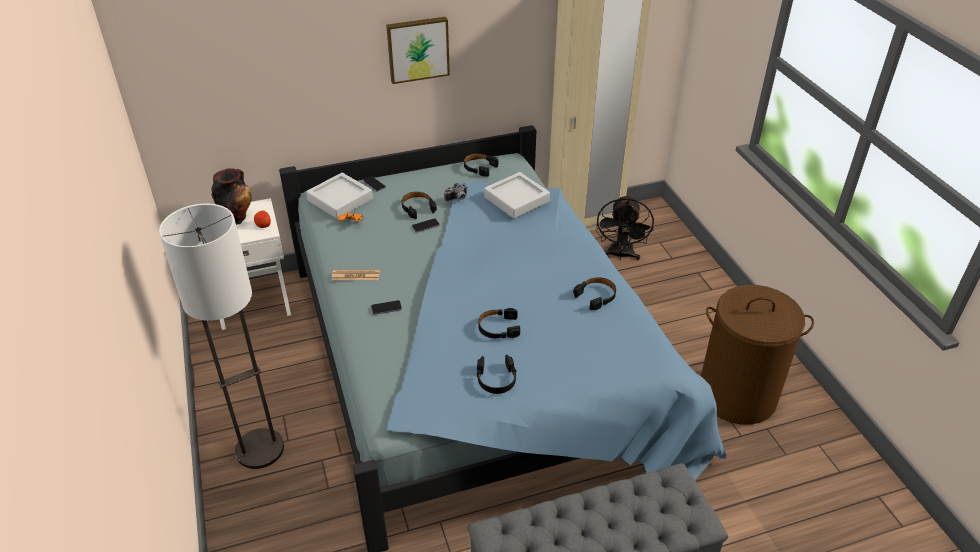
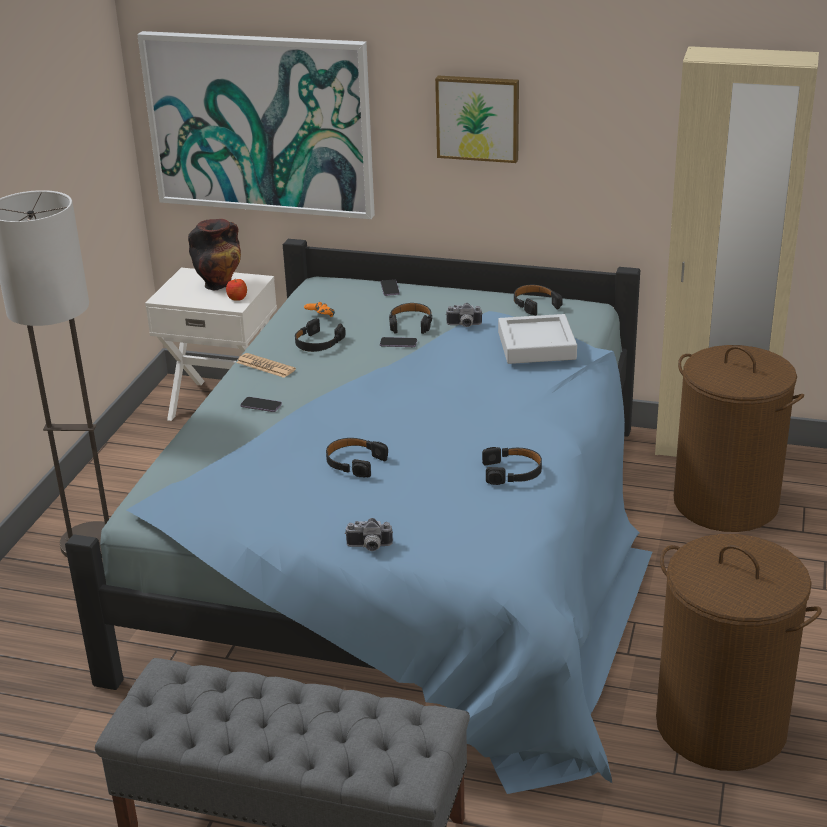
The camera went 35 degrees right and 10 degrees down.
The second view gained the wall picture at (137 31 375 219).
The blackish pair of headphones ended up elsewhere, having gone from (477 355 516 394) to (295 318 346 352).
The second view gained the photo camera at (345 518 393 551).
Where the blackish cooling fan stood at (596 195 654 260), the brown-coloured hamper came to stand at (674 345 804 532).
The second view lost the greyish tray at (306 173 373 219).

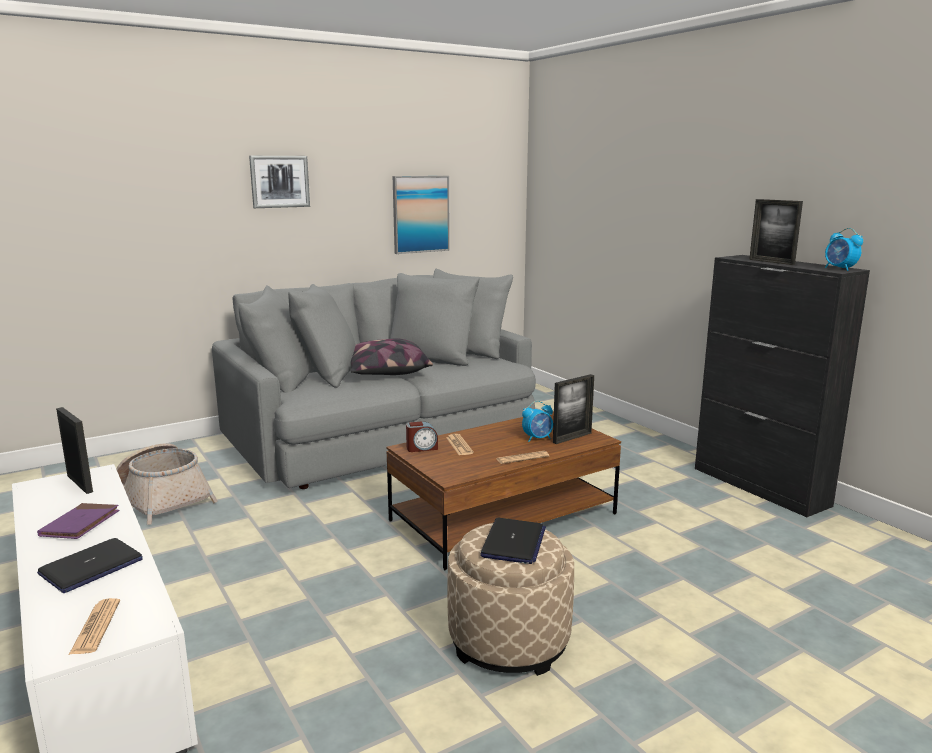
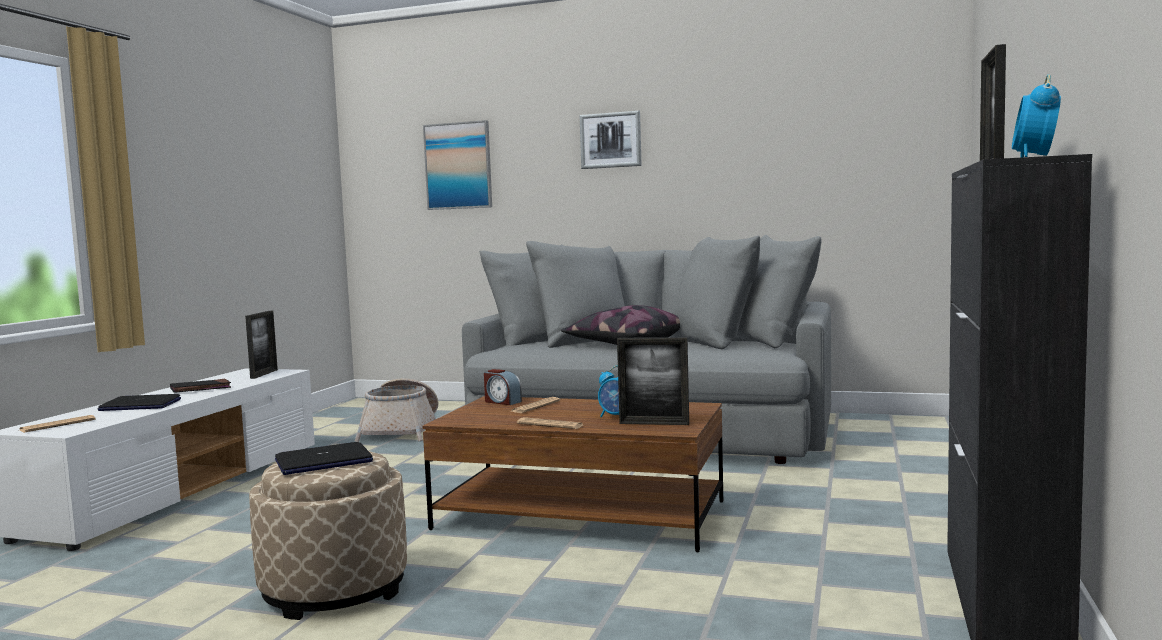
The camera went 50 degrees right and 10 degrees down.
What was the purple-coloured book at (37 503 119 539) turned into the blackish book at (170 379 231 393).
The wall picture ended up elsewhere, having gone from (393 176 450 254) to (423 120 492 210).

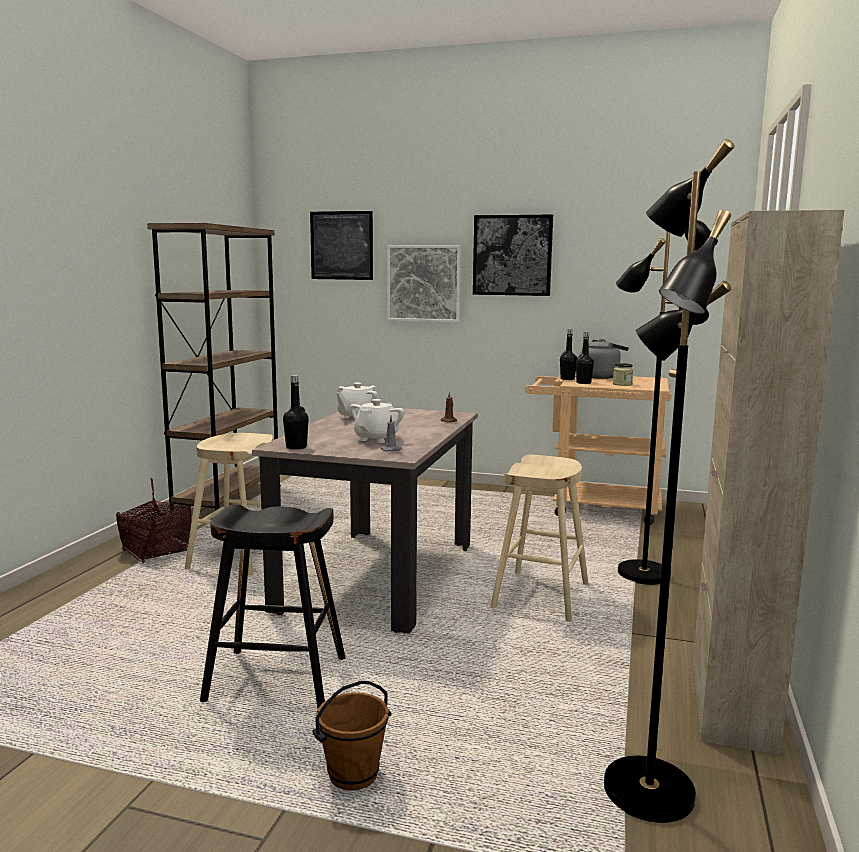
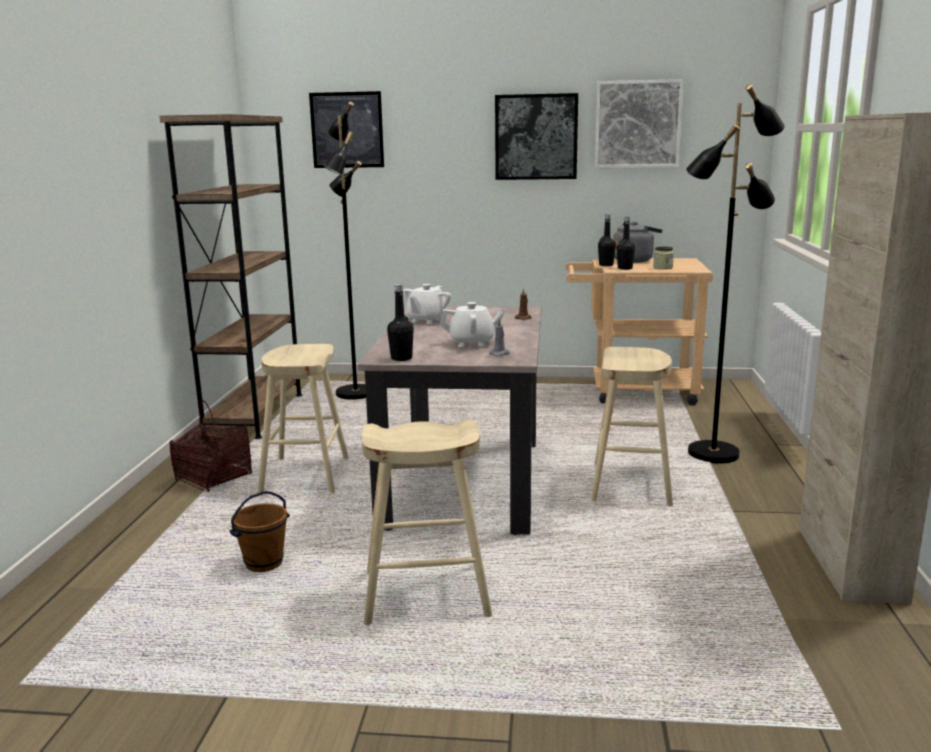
The camera went 10 degrees left and 5 degrees up.
The brown-coloured water bucket ended up elsewhere, having gone from (312 681 392 791) to (229 491 290 572).
The blackish floor lamp ended up elsewhere, having gone from (604 139 735 823) to (324 101 366 400).
What was the blackish stool at (200 504 346 708) turned into the sand-coloured stool at (362 419 492 625).
The whitish pot for tea at (350 399 404 443) ended up facing another way, 75 degrees clockwise from before.
The wall picture ended up elsewhere, having gone from (387 245 461 323) to (595 79 684 168).

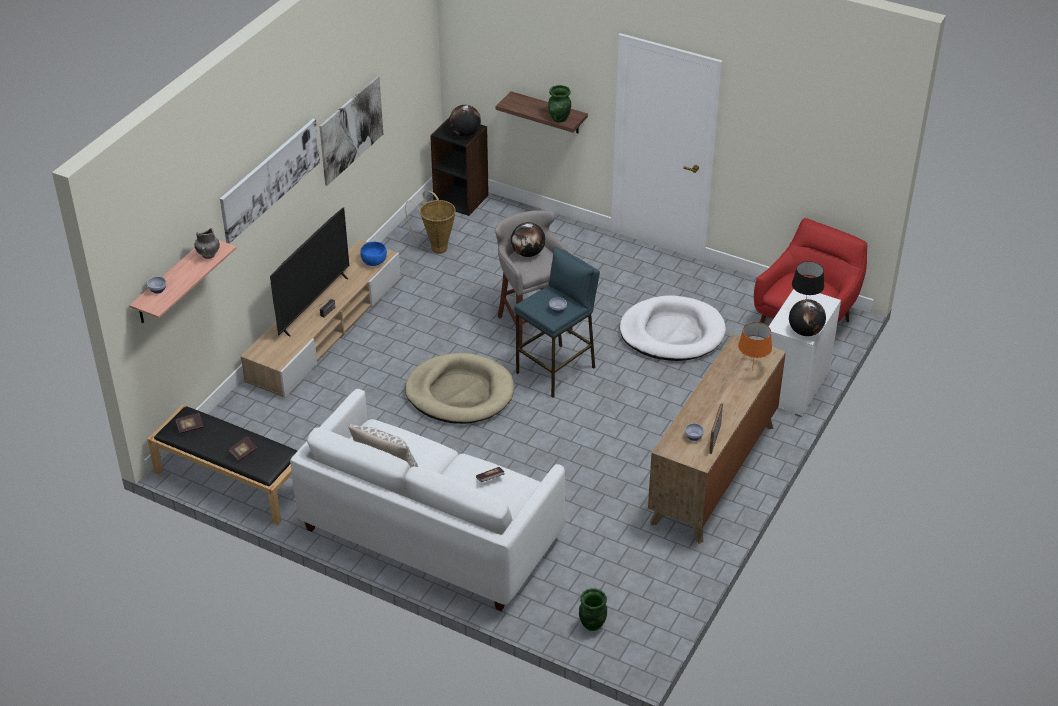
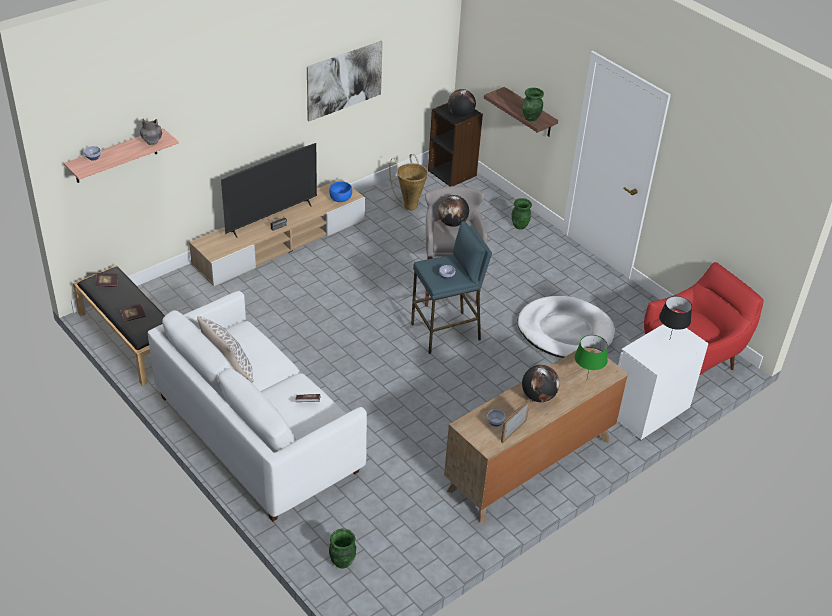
The camera went 20 degrees right and 0 degrees up.
The second view gained the green-coloured decorative vase at (512 198 532 229).
The desk globe ended up elsewhere, having gone from (789 299 826 336) to (522 365 560 402).
What was the orangey tabletop lamp at (738 322 772 370) turned into the green-coloured tabletop lamp at (575 335 608 378).
The second view lost the wall picture at (220 119 320 244).
The second view lost the sand-coloured pet bed at (405 353 514 424).

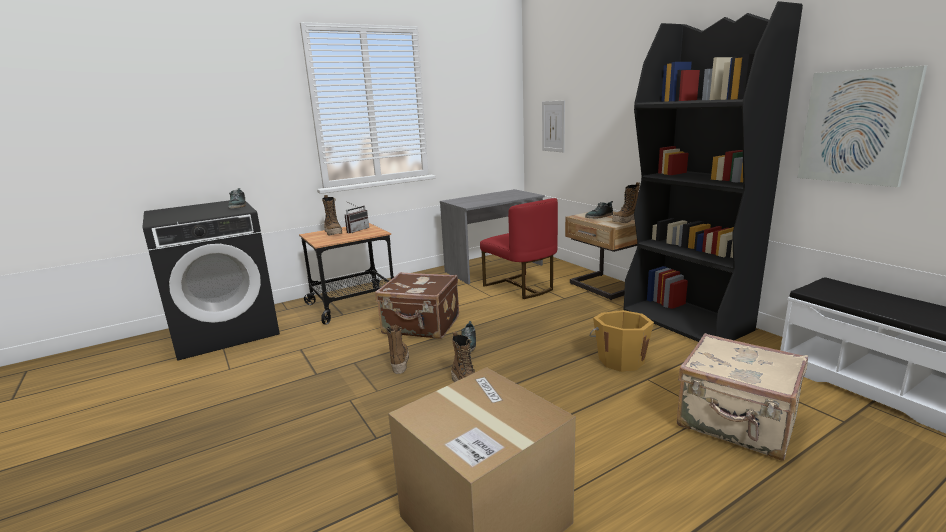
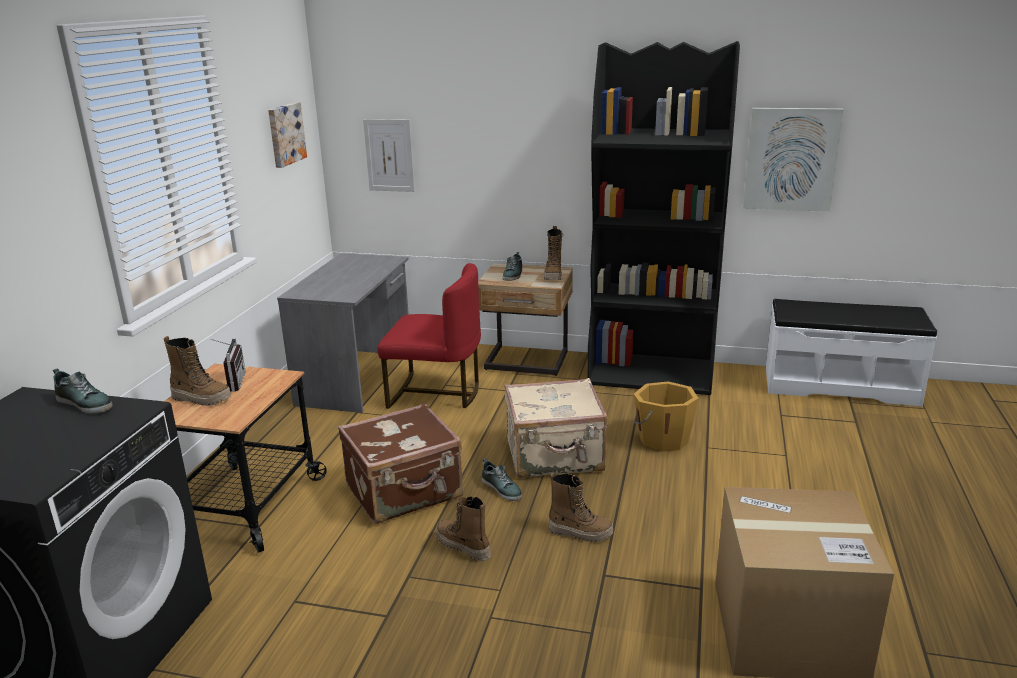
The camera went 45 degrees left and 5 degrees up.
The second view gained the wall picture at (268 102 307 168).
The sand-coloured travel case ended up elsewhere, having gone from (677 333 808 461) to (505 378 608 478).

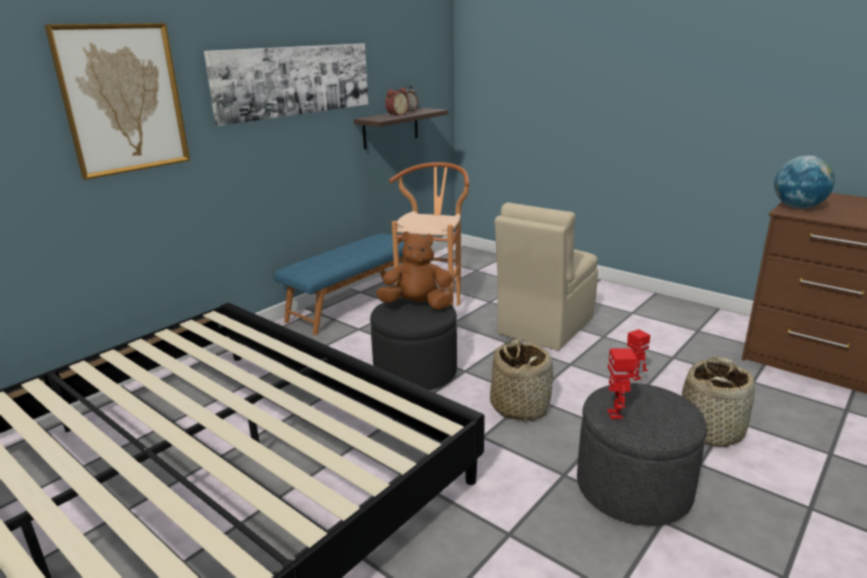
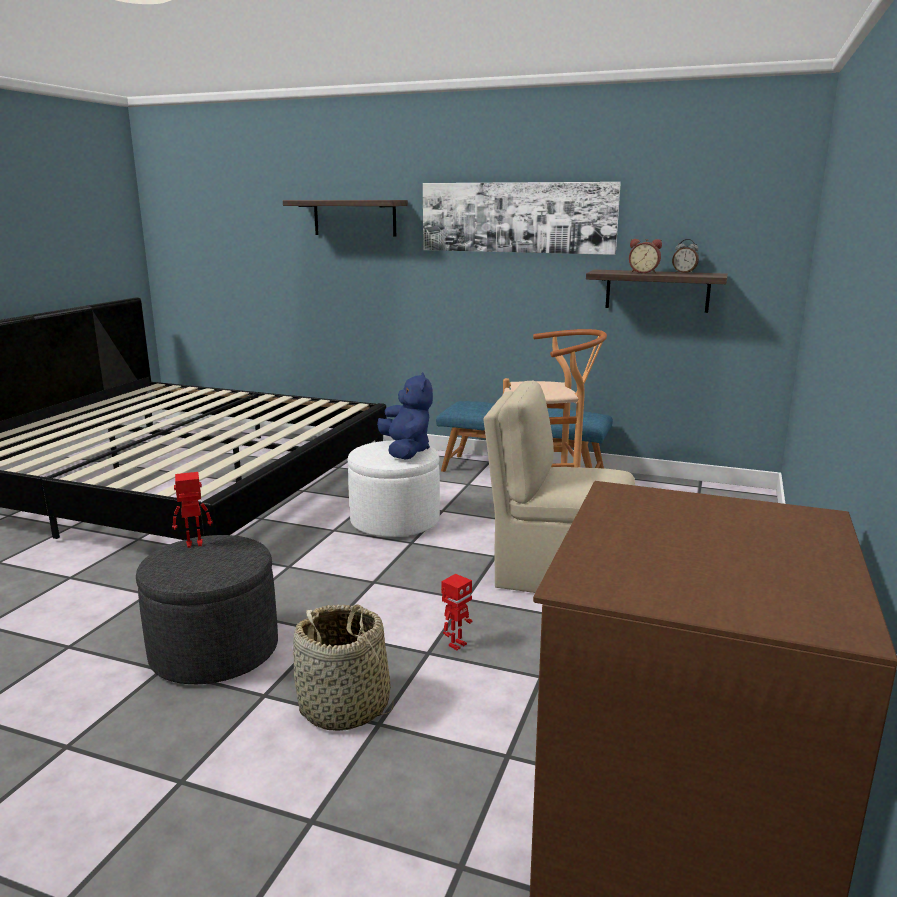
The camera went 70 degrees right and 5 degrees down.
Where the wall picture hung at (44 23 190 180), the shelf came to hang at (283 200 408 236).
What was the blackish ottoman at (370 297 457 390) turned into the whitish ottoman at (348 441 440 537).
What was the brown-coloured plush toy at (376 231 453 310) turned into the blue plush toy at (377 372 433 459).
The second view lost the storage basket at (490 339 553 422).
The second view lost the desk globe at (774 155 835 208).

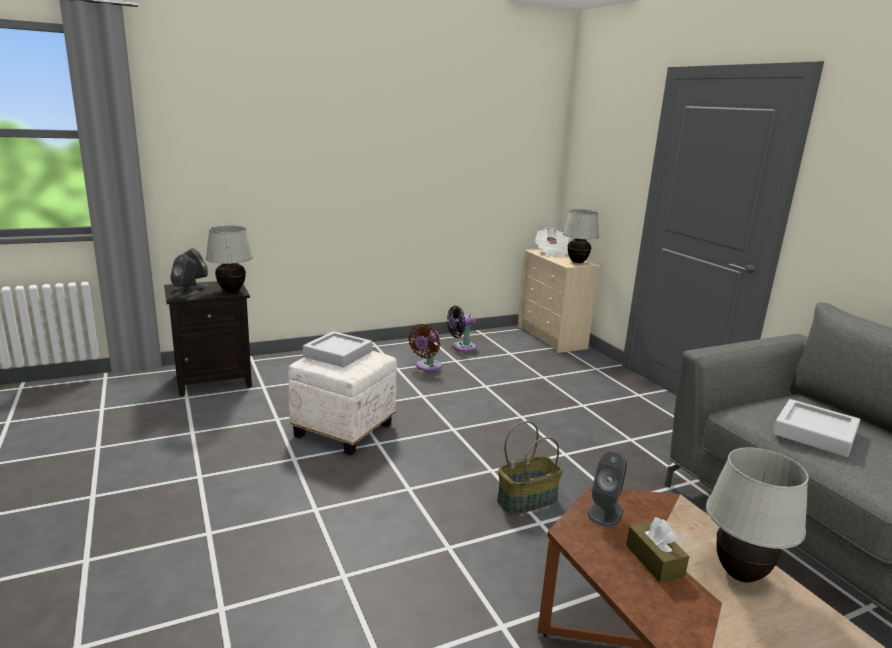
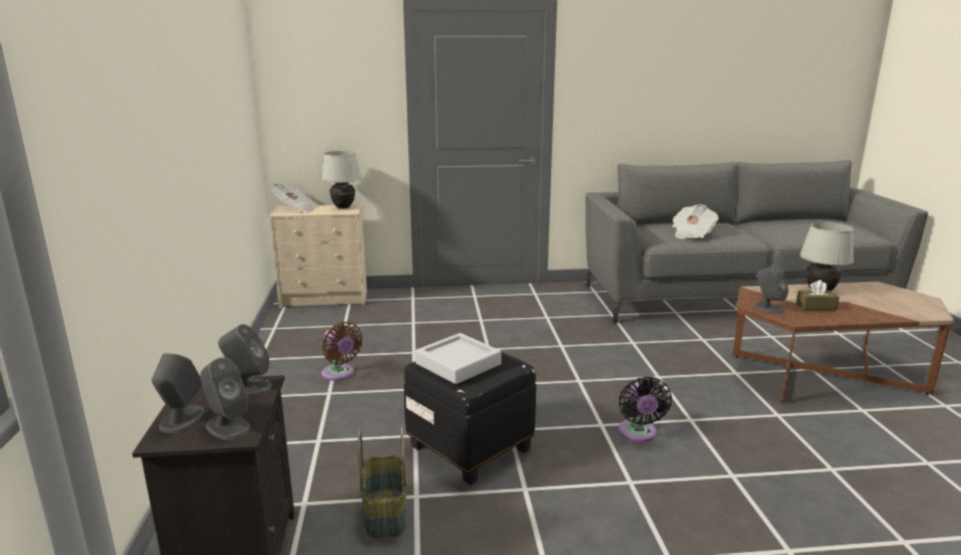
The camera went 70 degrees left and 0 degrees up.
Where the whitish tabletop lamp stood at (206 226 253 292), the greyish speaker came to stand at (218 324 272 396).
The storage basket ended up elsewhere, having gone from (497 421 563 515) to (358 425 407 539).
What was the whitish ottoman at (288 351 397 456) turned into the blackish ottoman at (404 352 537 485).
The blackish cooling fan ended up elsewhere, having gone from (447 306 476 352) to (618 376 672 442).
Where the greyish tray stood at (773 399 860 457), the printed paper came to stand at (672 204 719 239).

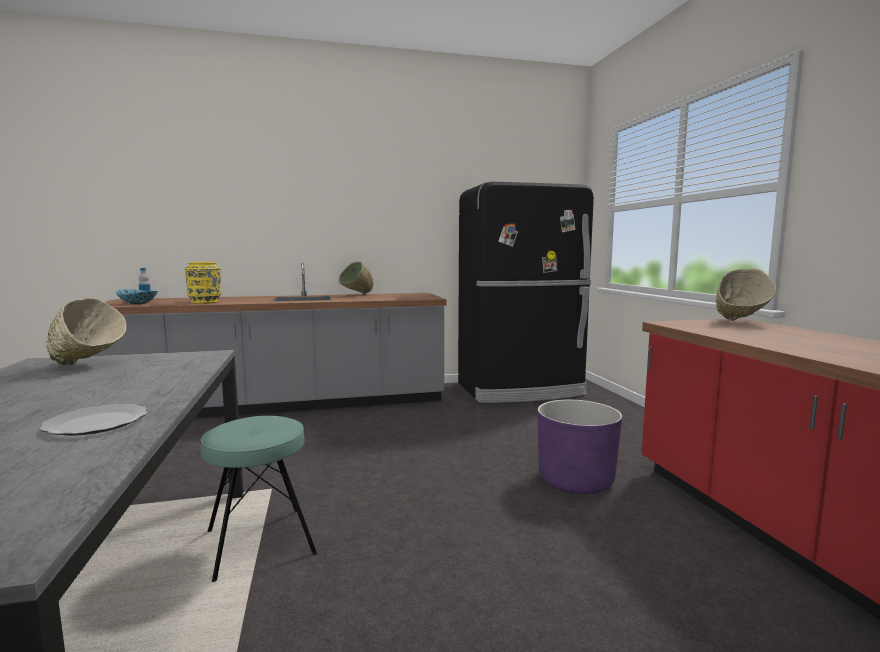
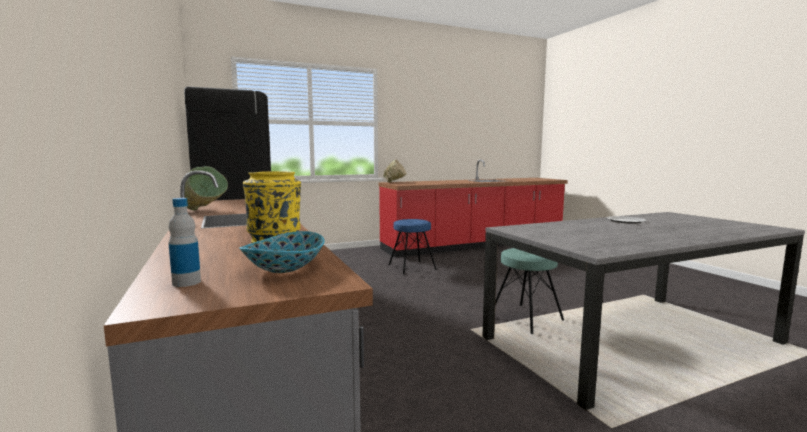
The camera went 100 degrees left and 0 degrees up.
Where the purple-coloured flower pot stood at (538 400 622 494), the blue stool came to stand at (389 219 437 275).
The second view lost the sand-coloured deep dish at (46 298 126 366).

